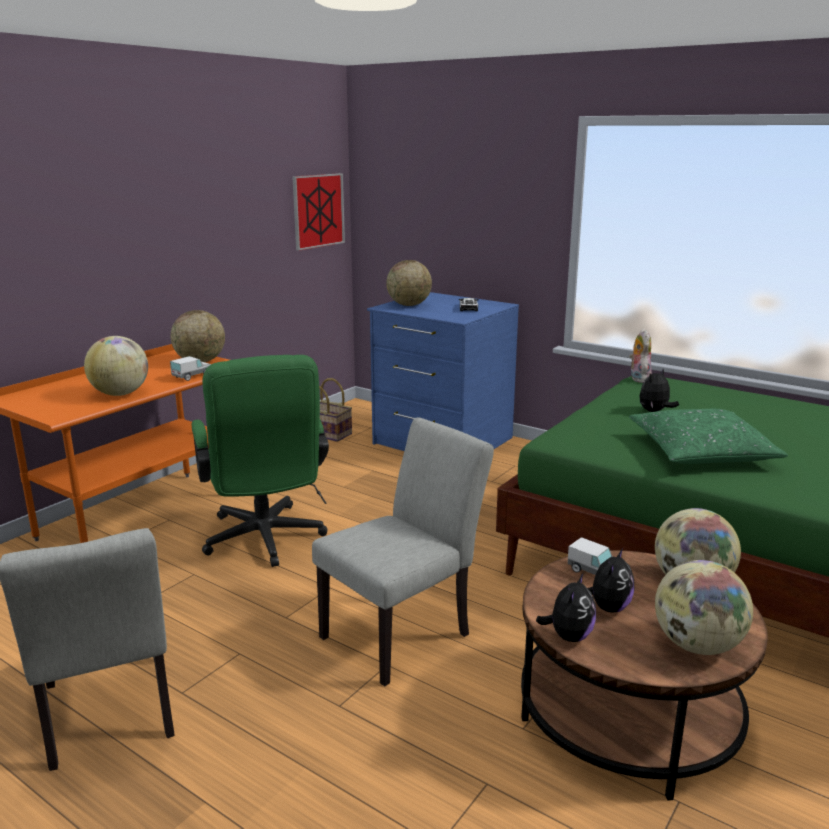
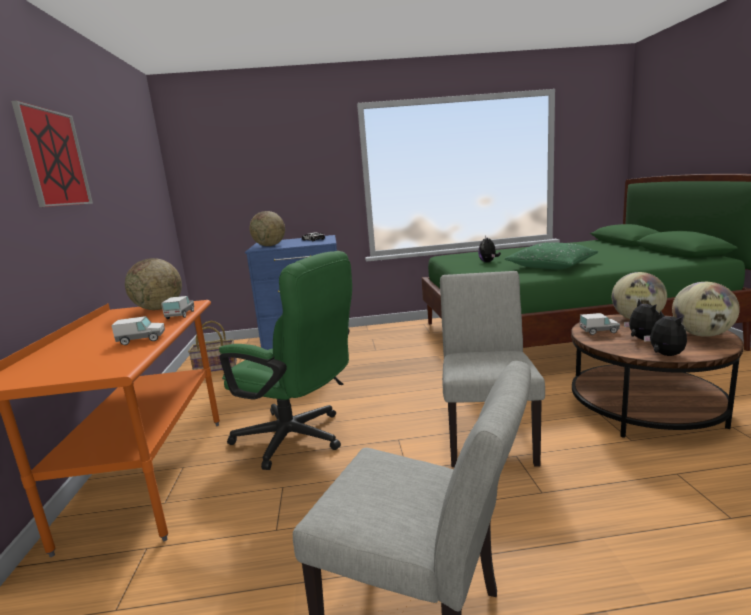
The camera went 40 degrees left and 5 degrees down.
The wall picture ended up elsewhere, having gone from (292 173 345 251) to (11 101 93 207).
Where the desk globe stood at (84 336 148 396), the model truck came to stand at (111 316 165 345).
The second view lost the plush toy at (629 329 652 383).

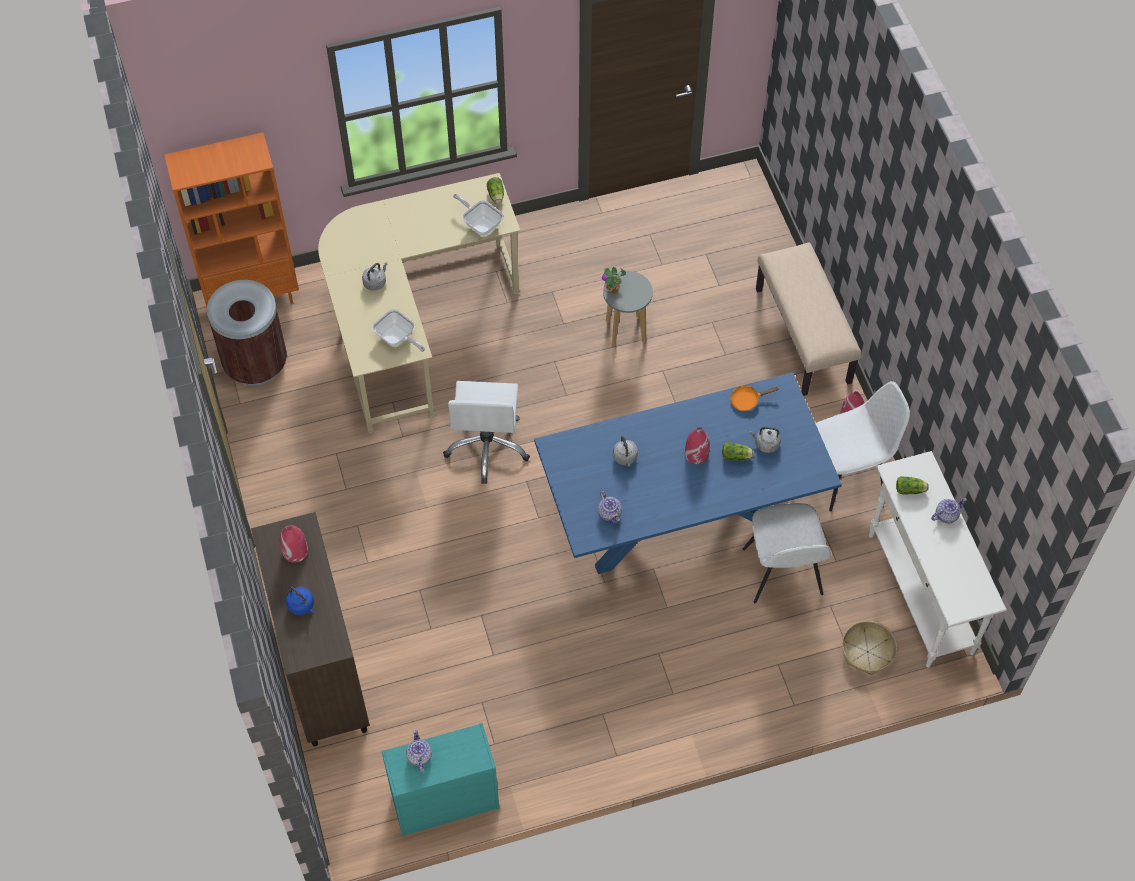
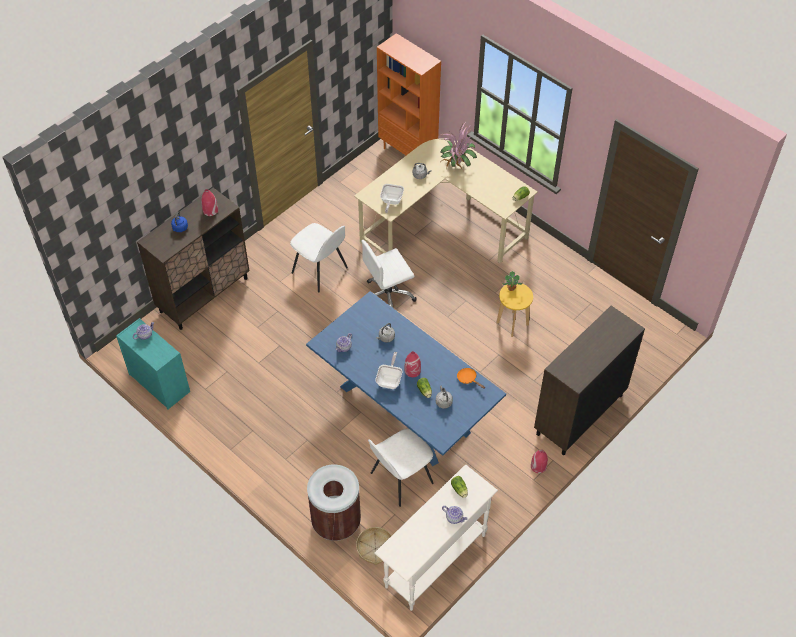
The camera went 60 degrees right and 5 degrees down.
The whitish chair ended up elsewhere, having gone from (816 381 910 512) to (290 223 348 293).
The brown-coloured rubbish bin ended up elsewhere, having gone from (207 280 287 386) to (307 465 361 541).
The frying pan ended up elsewhere, having gone from (453 194 503 236) to (375 352 402 389).
The second view gained the houseplant at (438 122 477 169).
What was the greyish stool at (603 271 653 348) turned into the yellowish stool at (496 284 533 337).
Where the sand-coloured indoor bench stood at (756 243 862 396), the brown-coloured cupboard came to stand at (534 306 645 455).

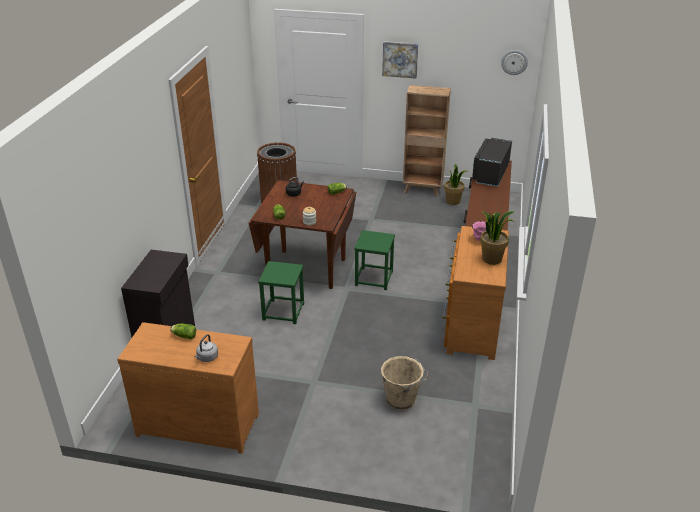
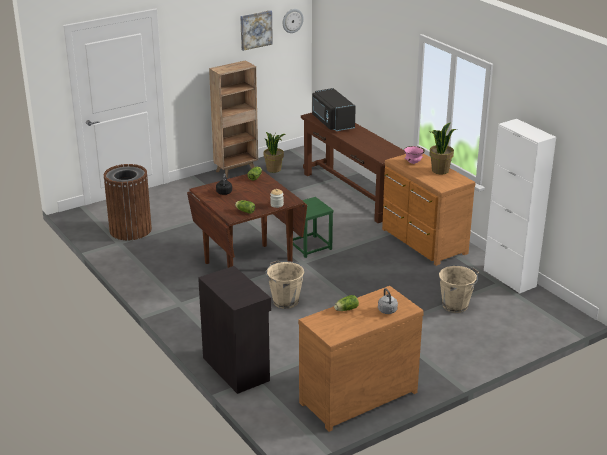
The camera went 45 degrees left and 5 degrees down.
The wall picture ended up elsewhere, having gone from (382 41 418 79) to (240 10 273 51).
Where the green-coloured stool stood at (258 261 304 324), the sand-coloured water bucket came to stand at (266 261 304 309).
The second view gained the whitish cupboard at (484 119 556 294).

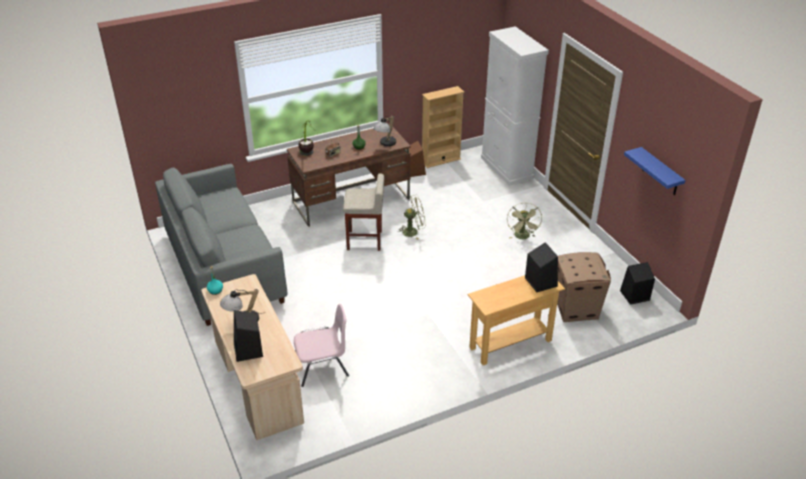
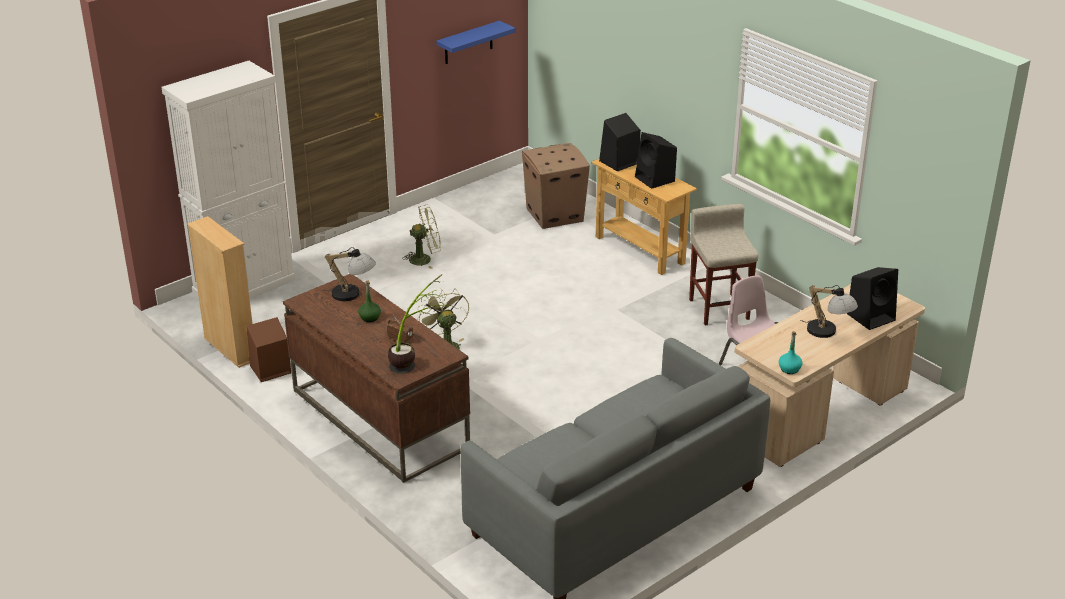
The camera went 105 degrees left and 5 degrees down.
The blackish speaker ended up elsewhere, having gone from (620 262 655 305) to (635 132 677 189).
The sand-coloured stool ended up elsewhere, having gone from (343 173 384 251) to (689 204 758 326).

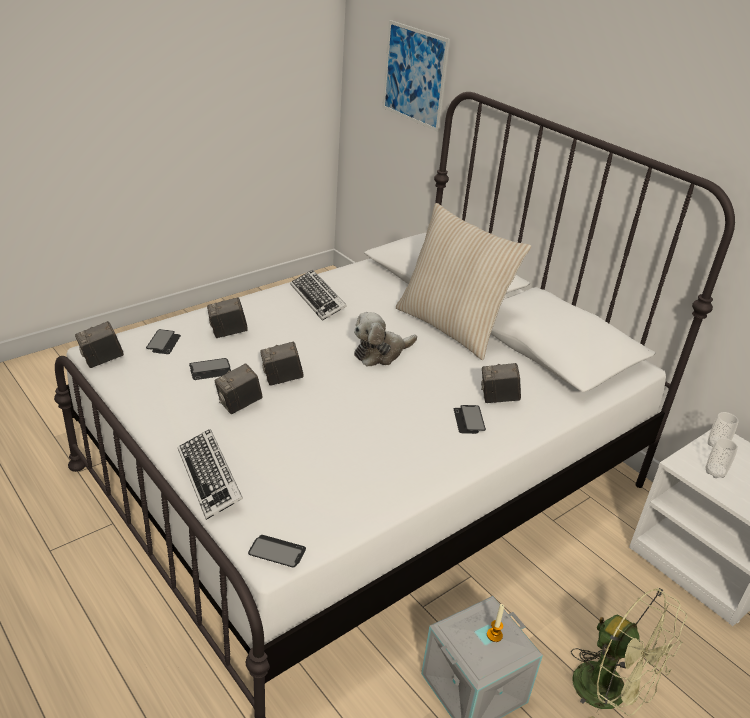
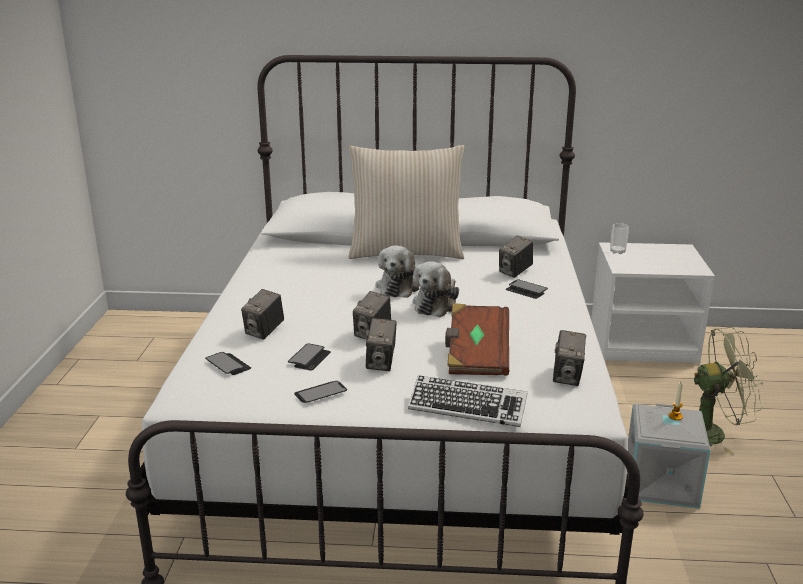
The camera went 45 degrees left and 10 degrees down.
The phone ended up elsewhere, having gone from (248 535 306 568) to (294 381 347 403).
The second view gained the plush toy at (413 261 459 317).
The second view gained the brown-coloured book at (445 303 509 376).
The photo camera ended up elsewhere, having gone from (75 321 124 368) to (553 330 586 386).
The second view lost the PC keyboard at (290 270 347 321).
The second view lost the wall picture at (382 20 450 132).
The second view lost the cup at (705 438 738 478).

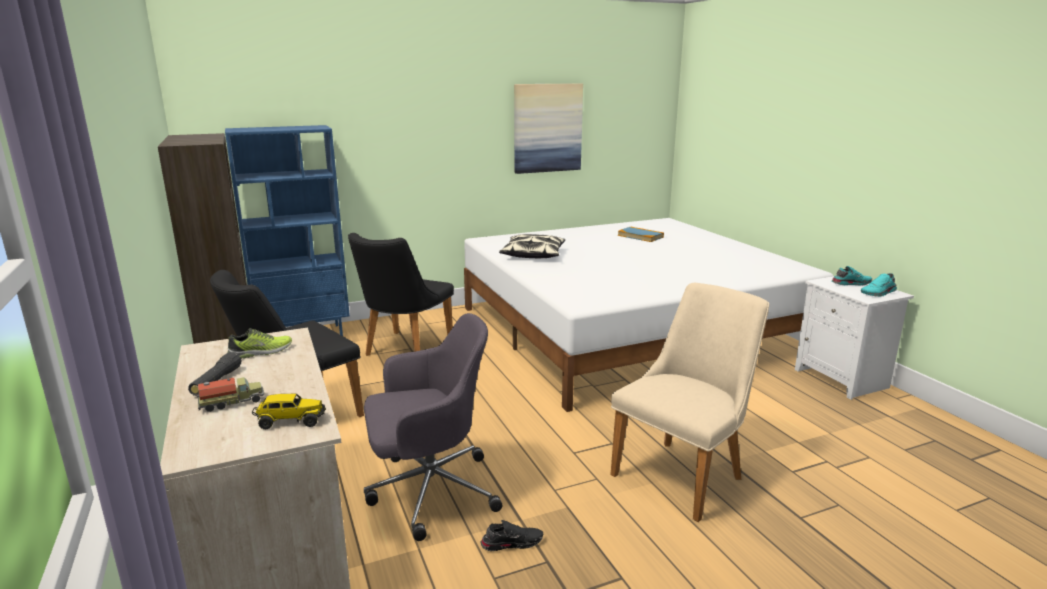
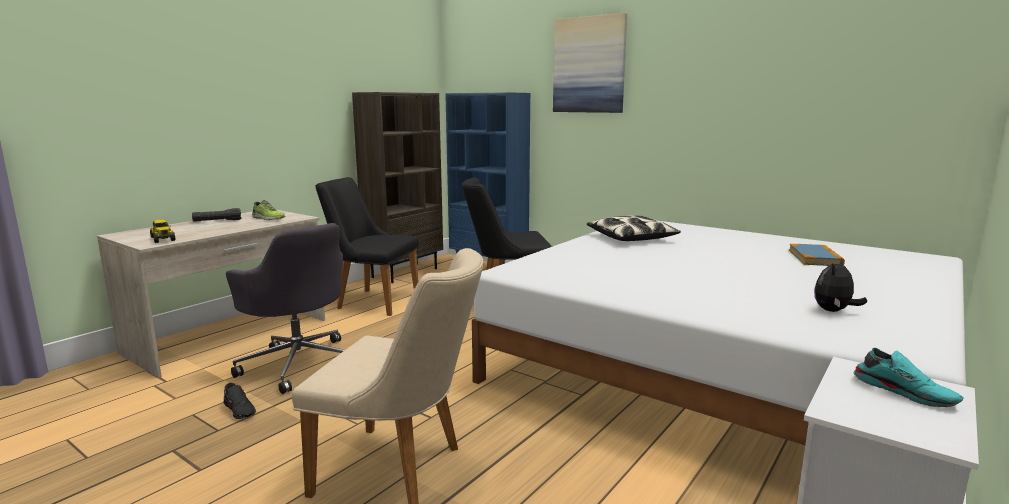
The camera went 60 degrees right and 5 degrees down.
The wall picture ended up elsewhere, having gone from (514 83 583 174) to (553 13 627 113).
The second view gained the plush toy at (814 258 867 312).
The second view lost the model truck at (196 377 264 412).
The second view lost the turquoise-coloured item of footwear at (861 273 897 297).

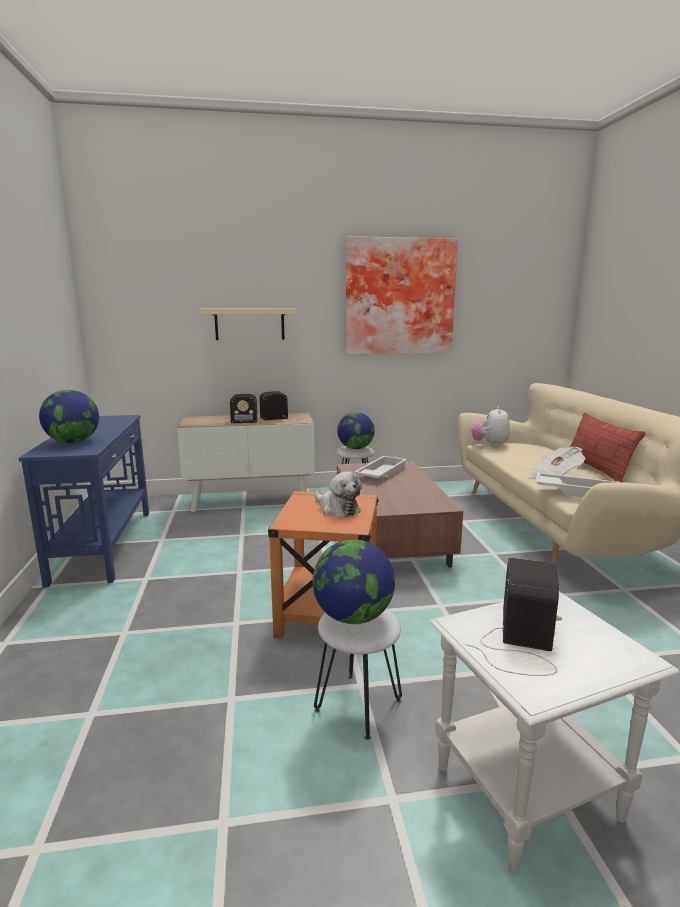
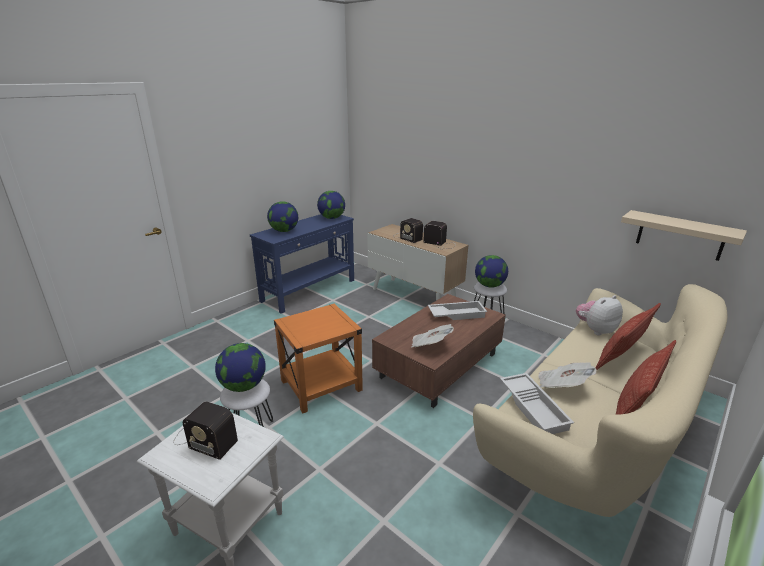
The camera went 50 degrees right and 10 degrees up.
The radio at (465 558 562 676) ended up facing another way, 45 degrees clockwise from before.
The second view gained the desk globe at (317 191 345 219).
The second view gained the printed paper at (411 324 454 348).
The second view gained the cushion at (596 303 661 371).
The sand-coloured shelf ended up elsewhere, having gone from (199 308 297 340) to (621 210 747 261).
The second view lost the plush toy at (315 471 362 517).
The second view lost the wall picture at (346 236 458 354).

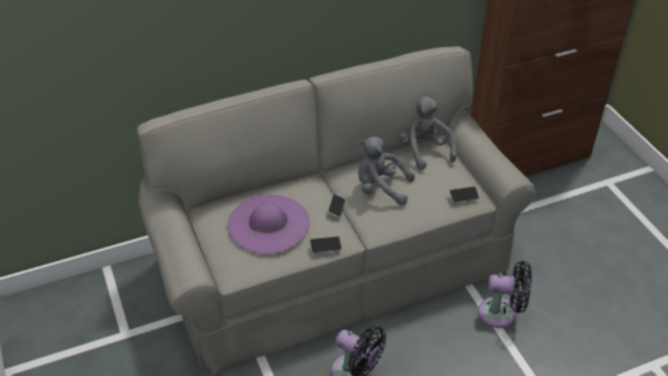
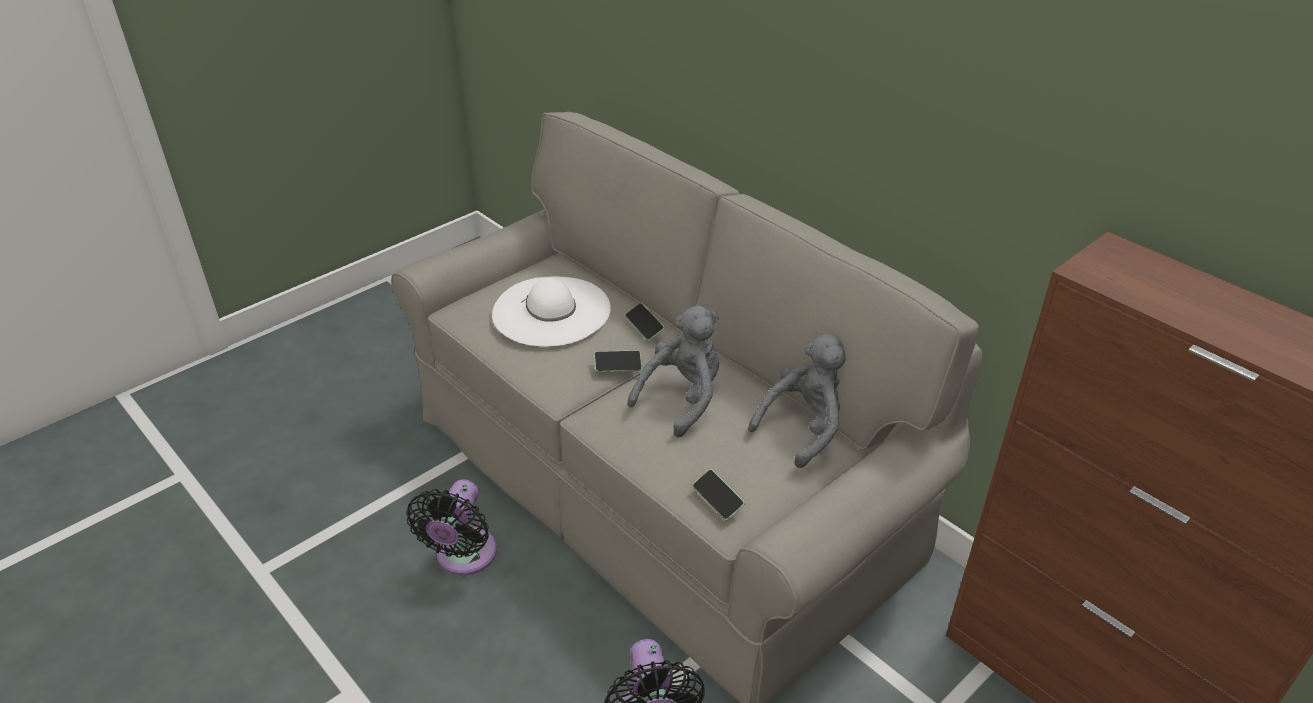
The camera went 70 degrees right and 5 degrees down.
What was the purple-coloured clothing hat at (227 194 310 254) turned into the whitish clothing hat at (492 276 611 347).
The phone ended up elsewhere, having gone from (310 236 342 253) to (625 303 665 341).
The greyish plush toy at (358 137 415 206) ended up facing another way, 45 degrees clockwise from before.

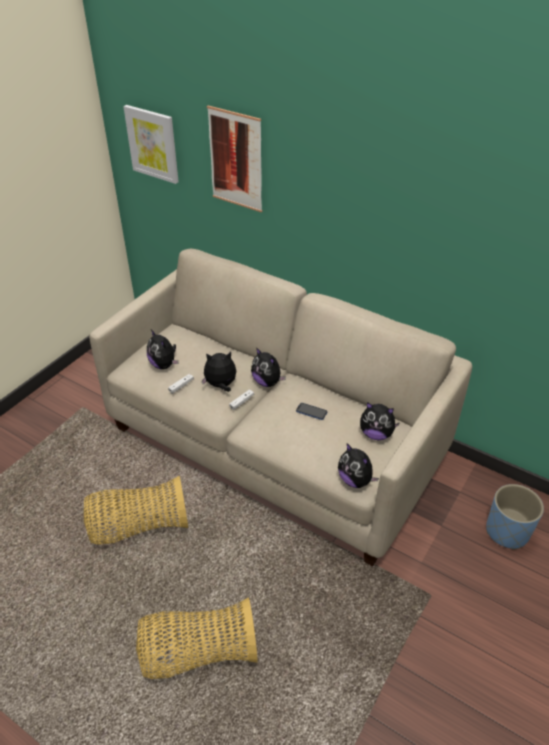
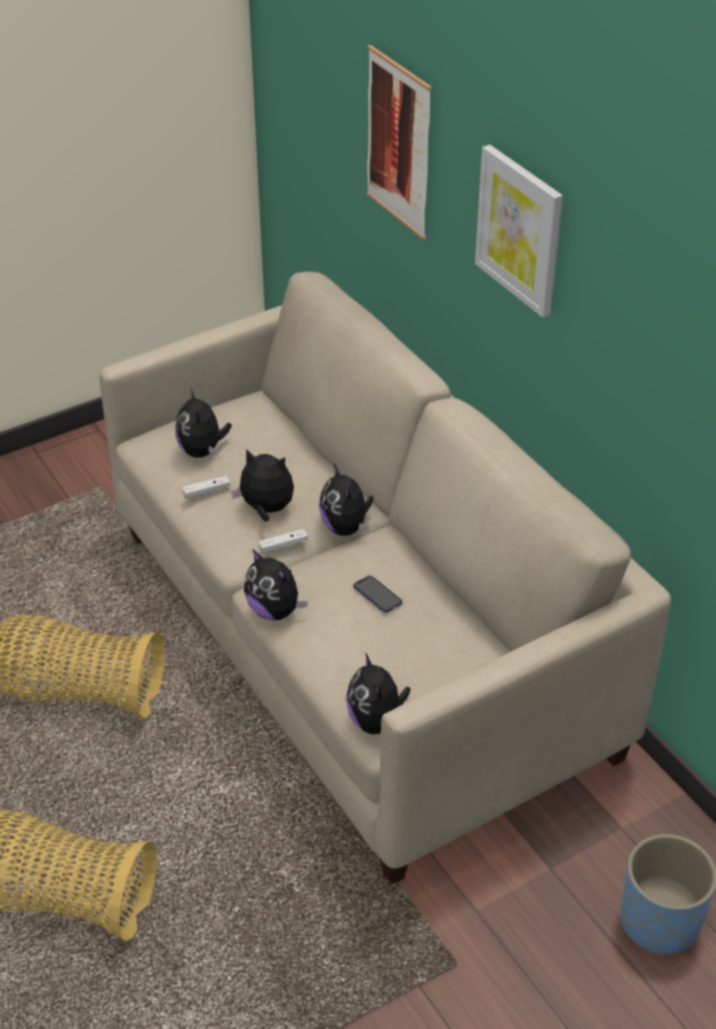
The camera went 25 degrees right and 0 degrees up.
The plush toy ended up elsewhere, having gone from (360 402 399 440) to (244 550 308 620).
The wall picture ended up elsewhere, having gone from (123 105 179 184) to (475 145 563 317).

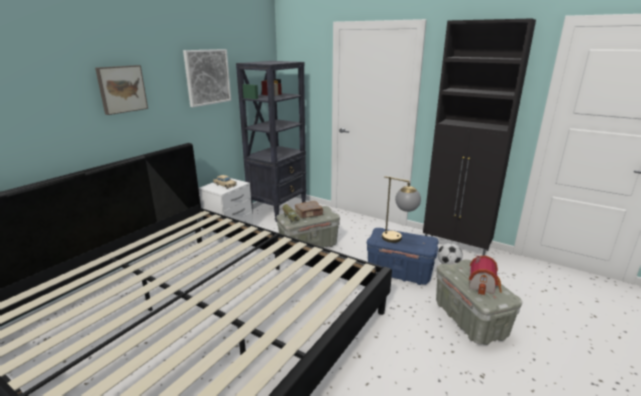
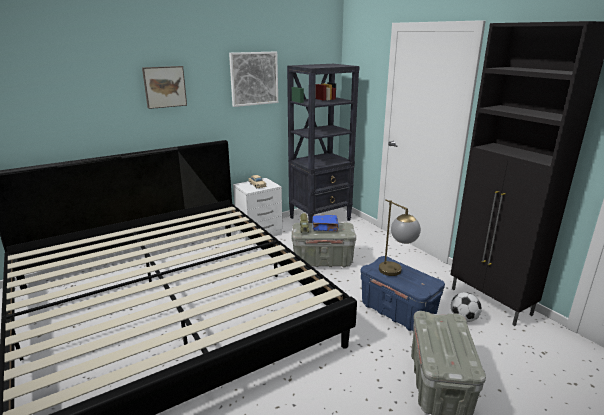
The camera went 25 degrees right and 0 degrees up.
What was the brown-coloured book at (295 201 324 218) turned into the blue book at (312 215 339 232).
The second view lost the toy house at (469 255 502 295).

